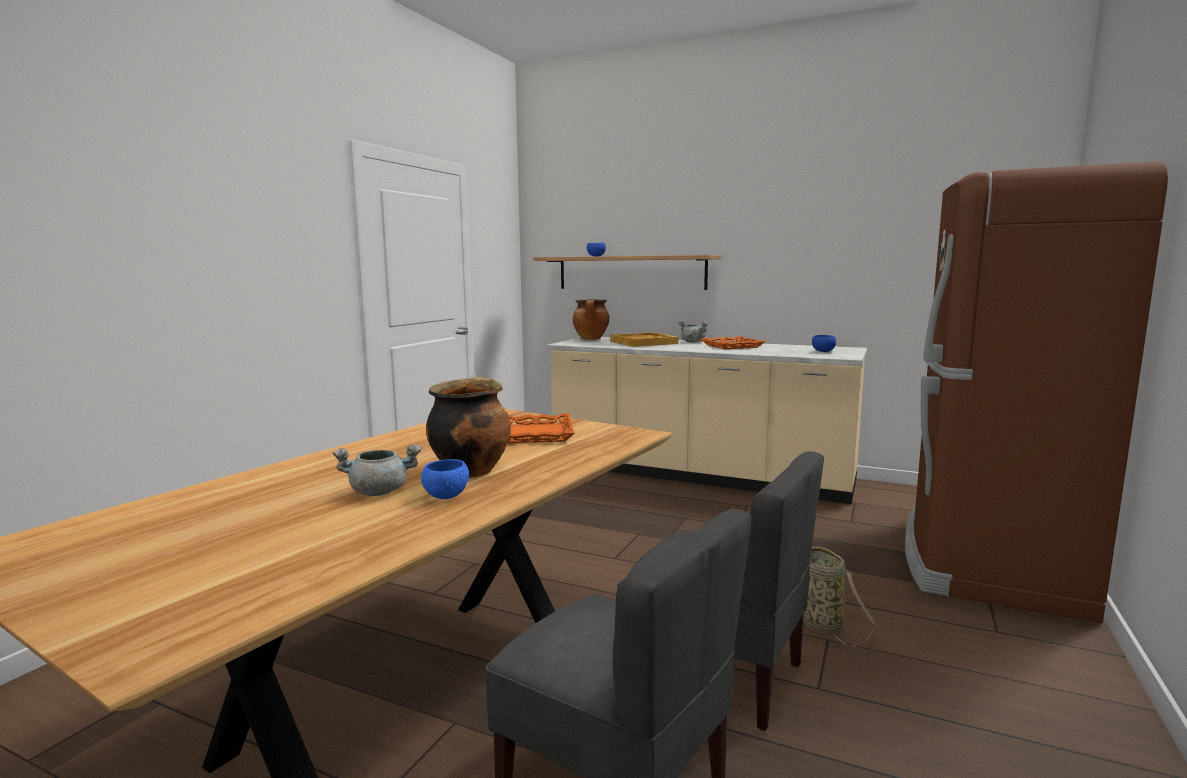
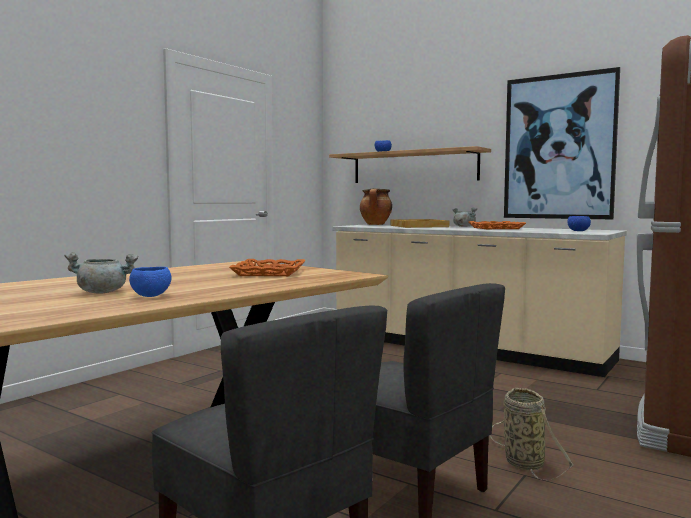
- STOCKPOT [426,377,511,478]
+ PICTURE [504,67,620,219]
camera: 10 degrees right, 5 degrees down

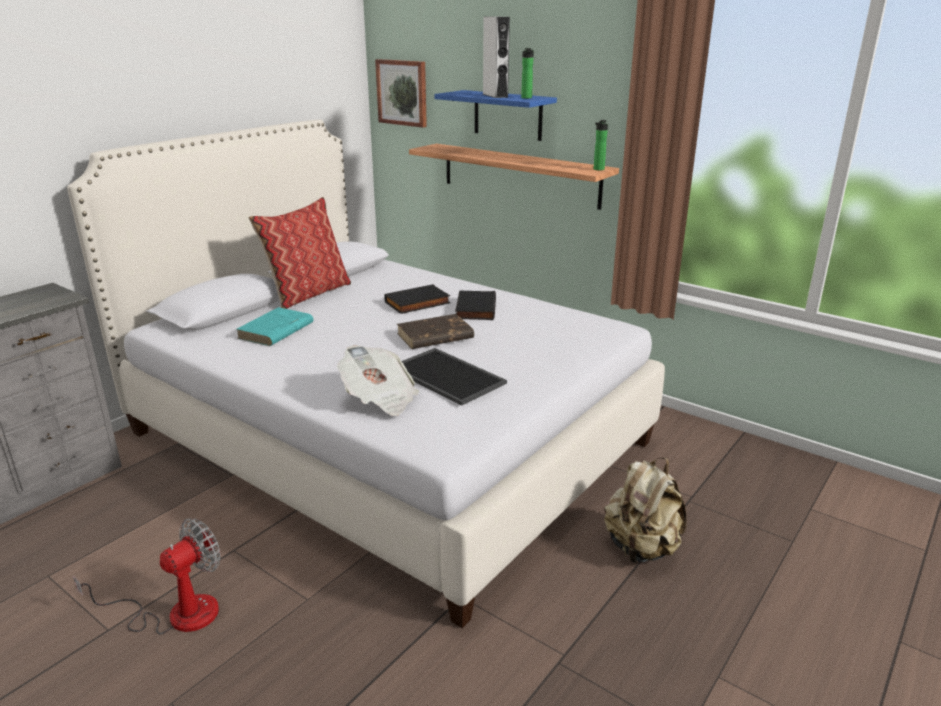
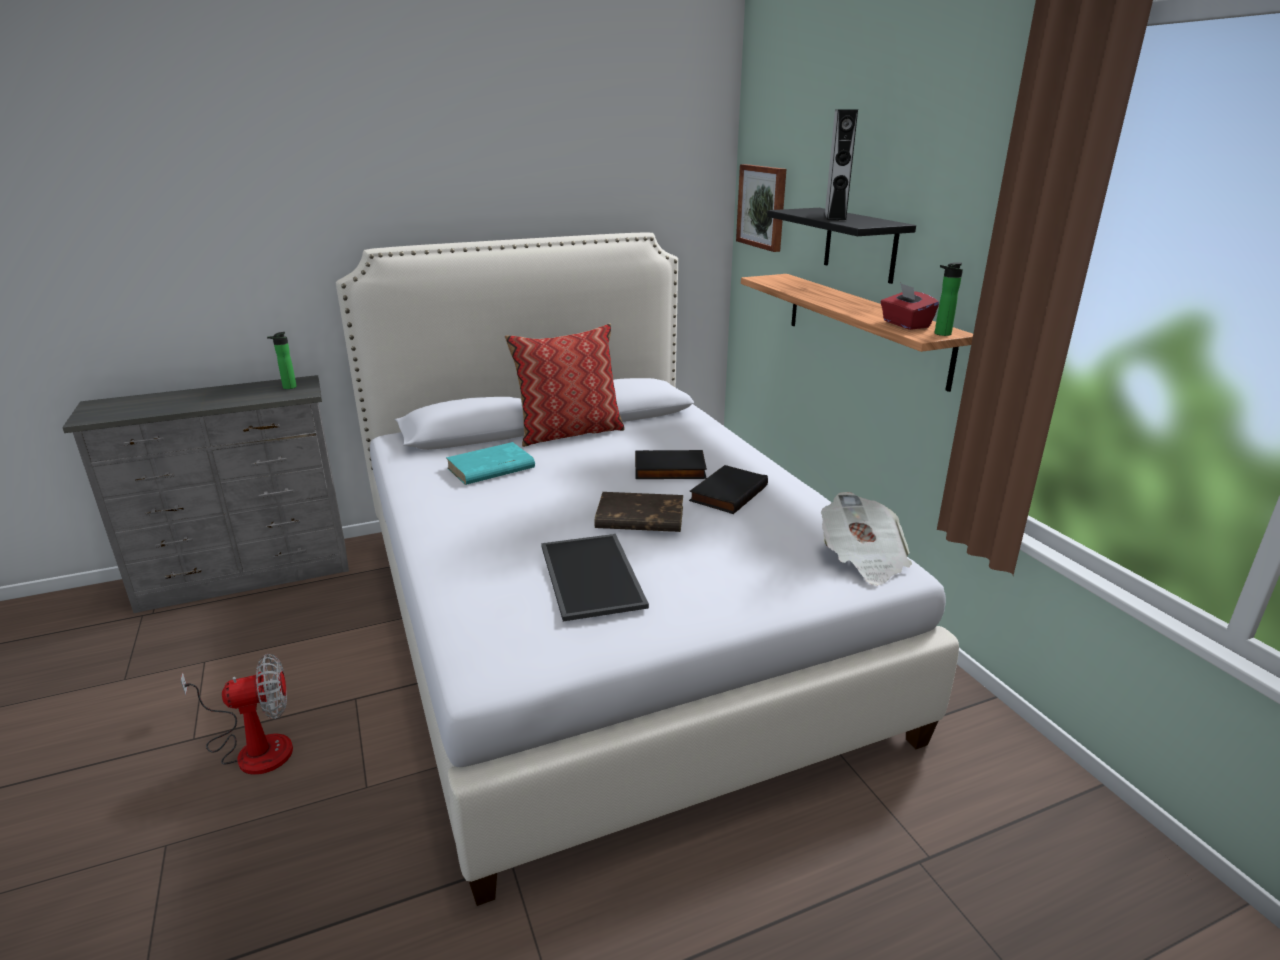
~ DAILY PAPER [337,345,419,416] to [821,492,912,586]
~ BLUE BRACKET SHELF [434,90,557,141] to BLACKISH BRACKET SHELF [767,208,916,284]
~ BOTTLE [521,48,534,99] to [267,332,297,389]
- BEIGE-COLOURED RUCKSACK [604,458,687,564]
+ RED-COLOURED TISSUE BOX [881,283,939,330]
camera: 30 degrees right, 0 degrees up

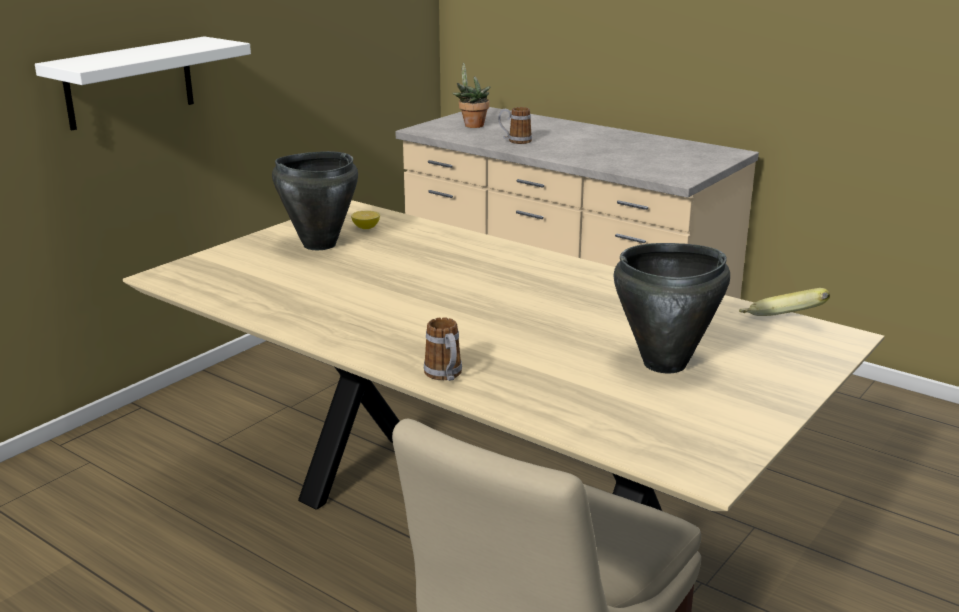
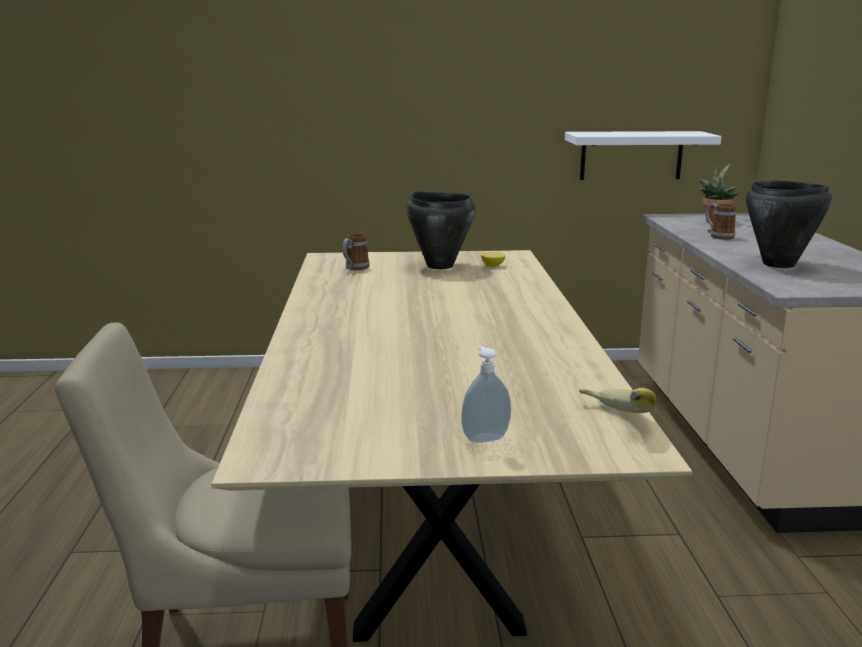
~ WHITE-COLOURED BRACKET SHELF [35,36,251,130] to [565,131,722,180]
~ TEA MUG [424,317,462,381] to [342,233,369,270]
~ BLACKISH STOCKPOT [614,243,730,373] to [746,180,832,268]
+ LIQUID SOAP BOTTLE [461,347,511,443]
camera: 50 degrees right, 5 degrees down

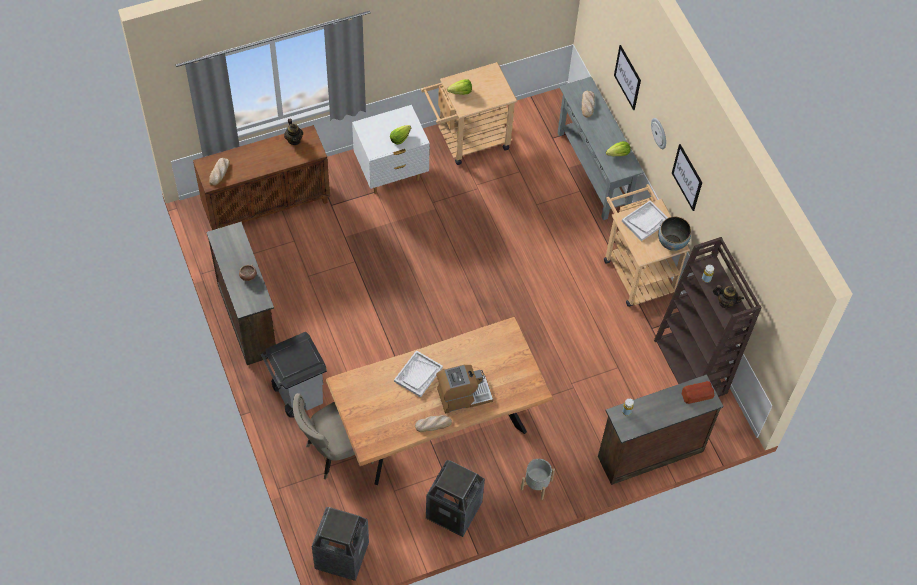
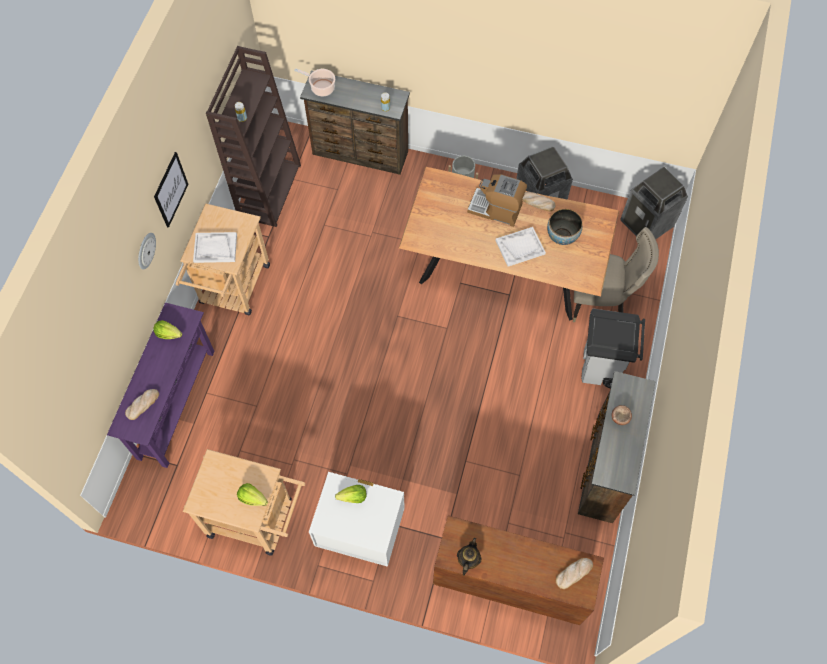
~ GREYISH HALL TABLE [558,77,644,220] to PURPLISH HALL TABLE [107,303,215,468]
- PICTURE [614,45,641,110]
~ BOWL [658,217,691,251] to [547,209,582,245]
~ BREAD [682,381,714,404] to STOCKPOT [294,68,335,96]
- TEA POT [713,285,744,308]
camera: 140 degrees left, 5 degrees up

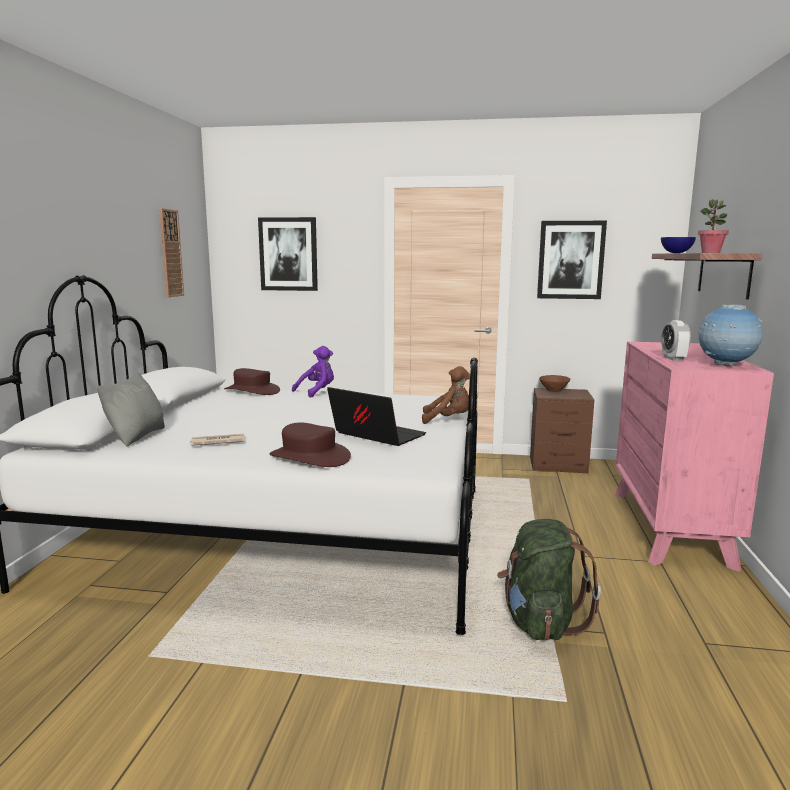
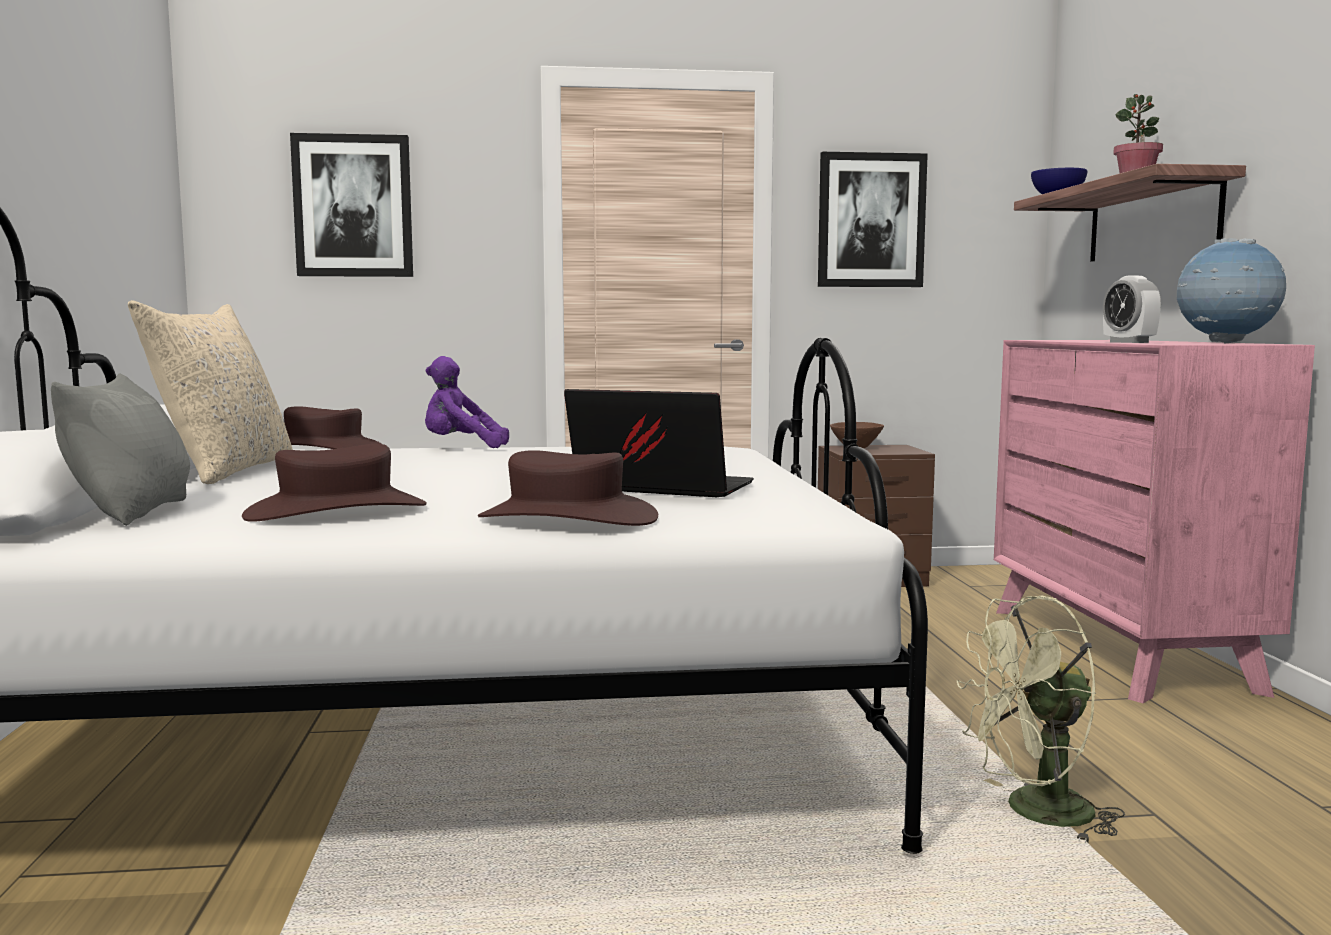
- CLOCK ON THE WALL [159,208,184,298]
~ DAILY PAPER [190,434,245,446] to BROWN CLOTHING HAT [242,444,427,522]
~ PURPLISH SOFT TOY [292,346,334,398] = [425,356,509,448] 120 degrees counterclockwise
- BROWN SOFT TOY [422,366,470,424]
~ GREEN-COLOURED RUCKSACK [497,519,601,641] to GREEN-COLOURED FAN [957,596,1125,843]
+ BEIGE-COLOURED THROW PILLOW [128,300,293,484]
camera: 15 degrees left, 5 degrees down

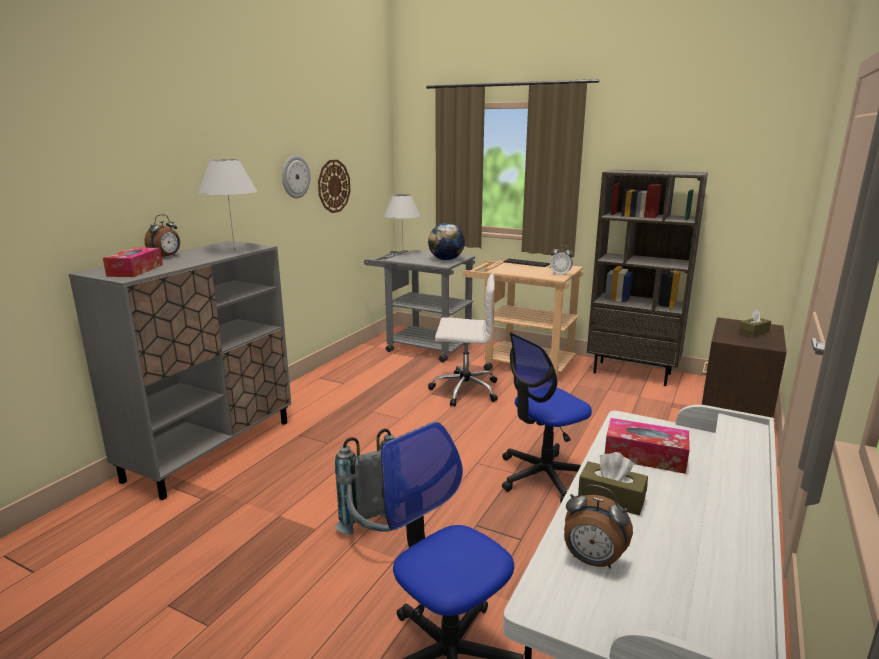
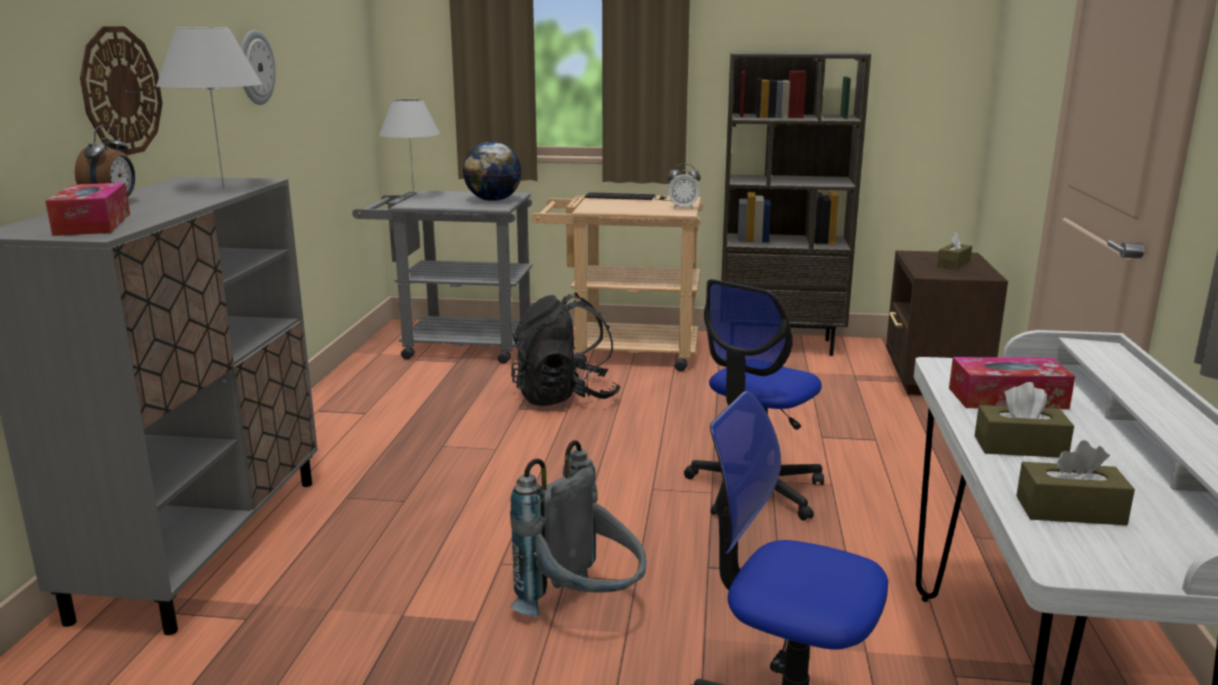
~ CLOCK ON THE WALL [318,160,350,213] to [80,26,163,155]
~ WHITE-COLOURED DESK CHAIR [428,274,498,407] to BLACKISH RUCKSACK [511,293,621,406]
~ TABLE CLOCK [564,485,633,568] to BROWN TISSUE BOX [1017,440,1135,525]
camera: 20 degrees left, 0 degrees up

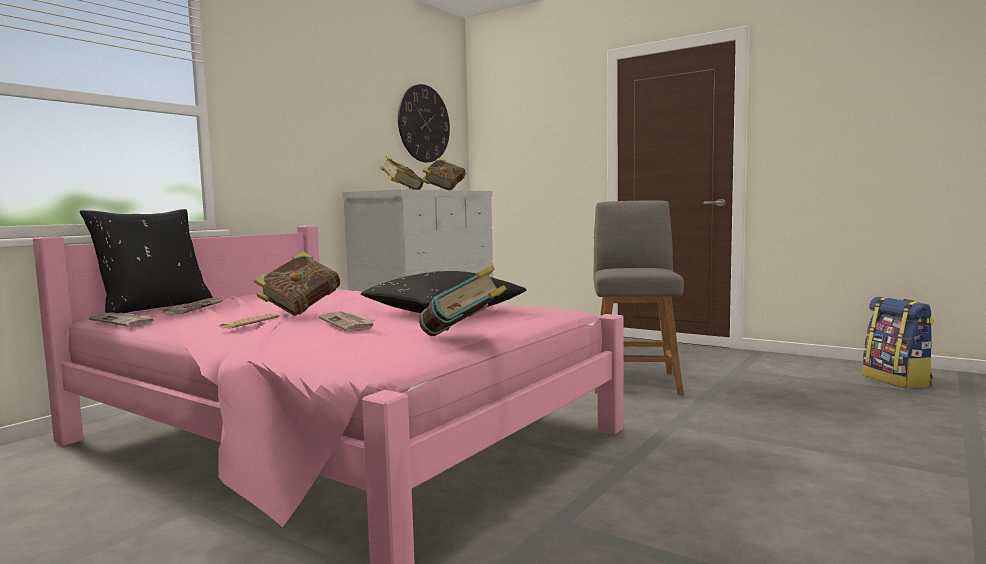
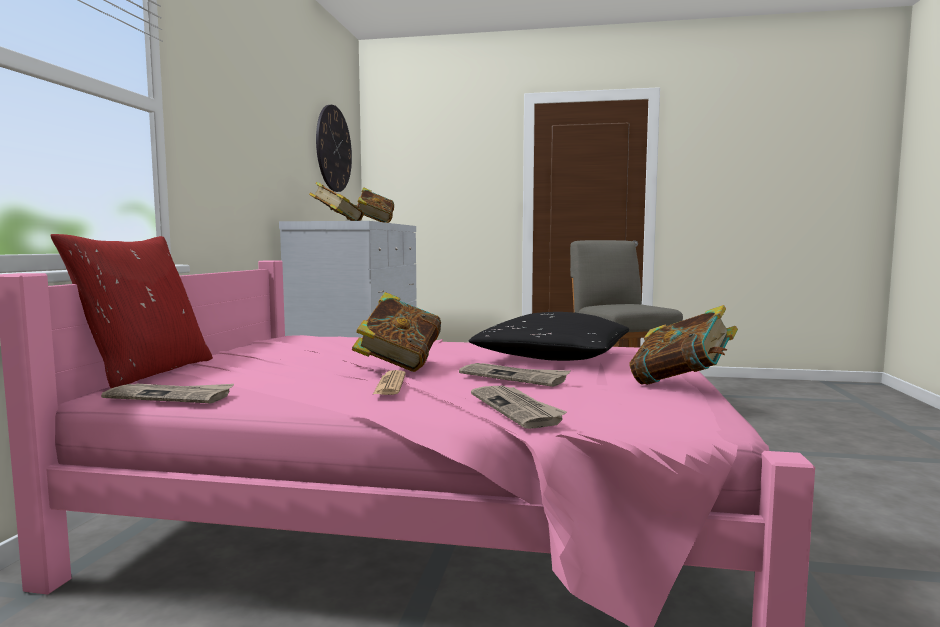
~ BLACKISH THROW PILLOW [80,209,213,313] to RED-COLOURED THROW PILLOW [51,234,213,388]
~ DAILY PAPER [162,298,223,314] to [471,386,567,429]
- RUCKSACK [862,297,934,389]
camera: 25 degrees left, 0 degrees up

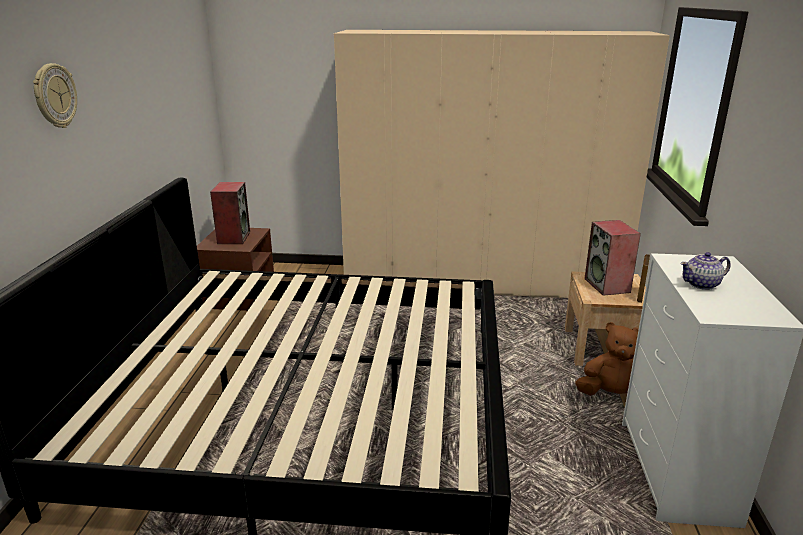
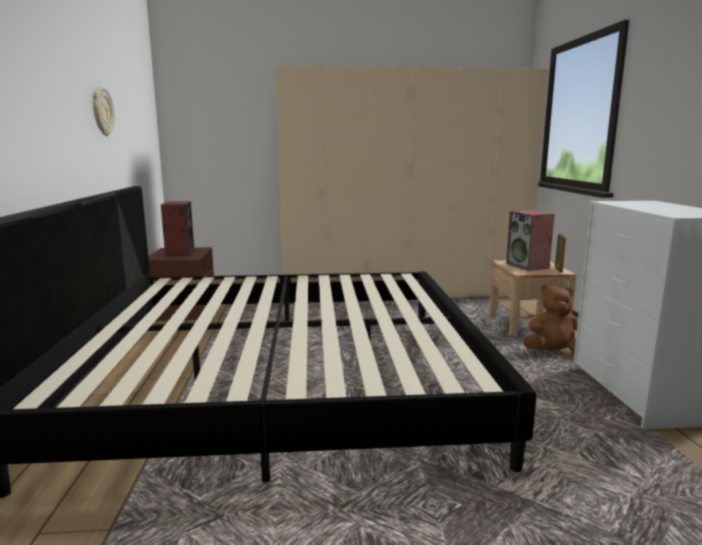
~ CLOCK ON THE WALL [33,63,77,128] to [93,87,115,136]
- TEA POT [680,252,731,290]
camera: 10 degrees left, 10 degrees down

